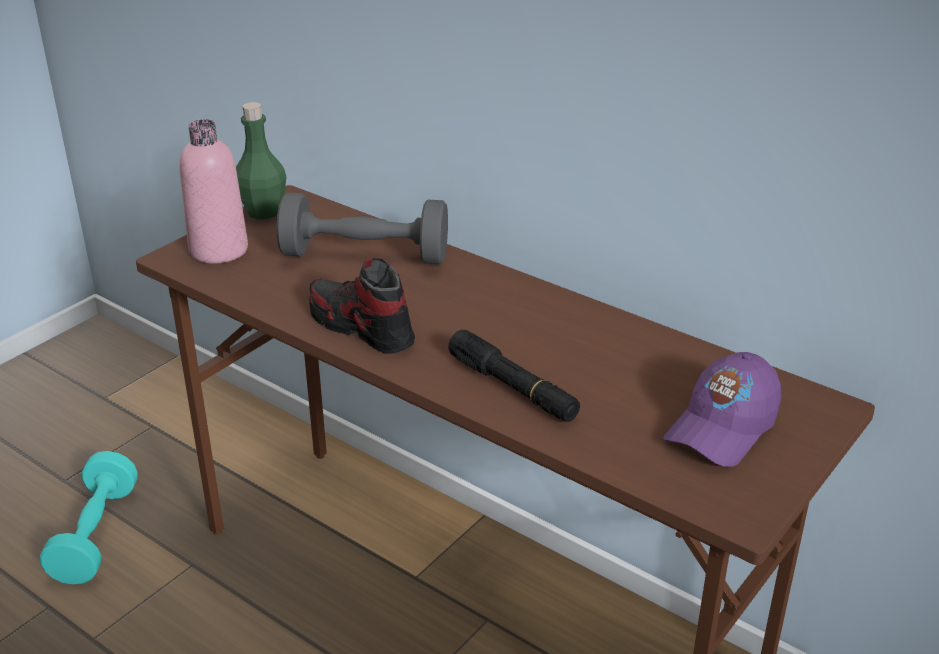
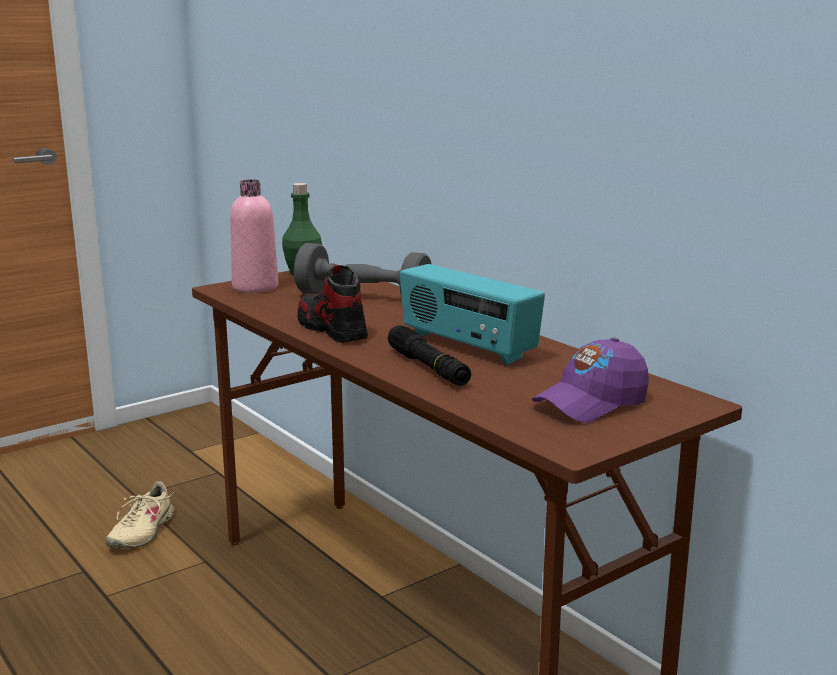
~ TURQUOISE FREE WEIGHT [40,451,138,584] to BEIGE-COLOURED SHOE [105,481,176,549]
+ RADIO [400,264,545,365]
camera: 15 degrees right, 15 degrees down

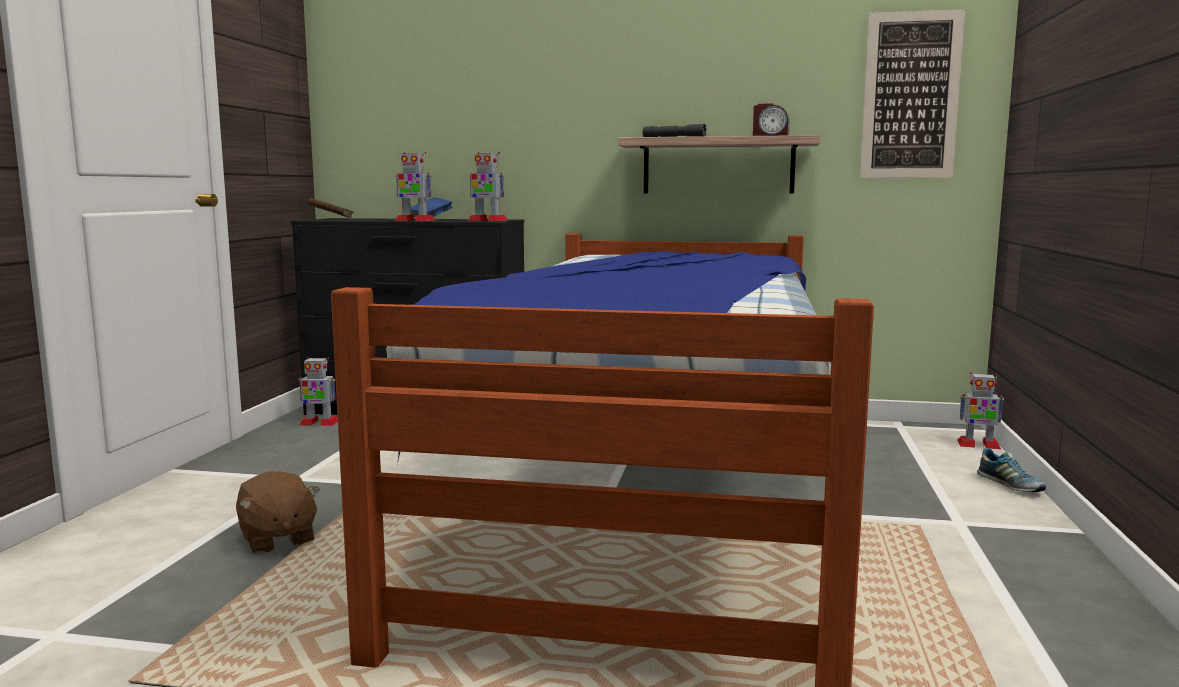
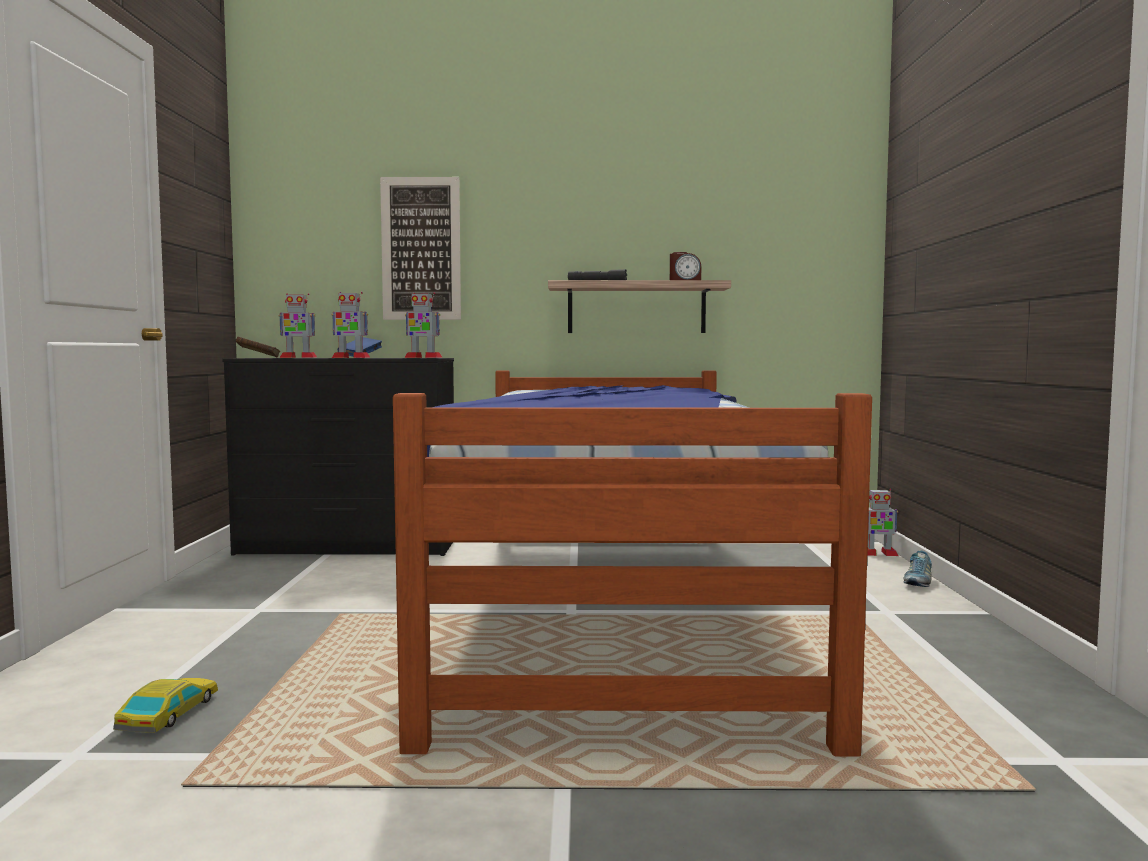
- BROWN SOFT TOY [236,471,320,554]
~ ROBOT FIGURE [299,357,338,426] to [279,293,317,358]
~ PICTURE [860,9,965,178] to [380,177,461,320]
~ SHOE [977,448,1046,492] = [904,551,932,587] 60 degrees clockwise
+ MODEL CAR [113,678,218,733]
camera: 10 degrees left, 5 degrees down

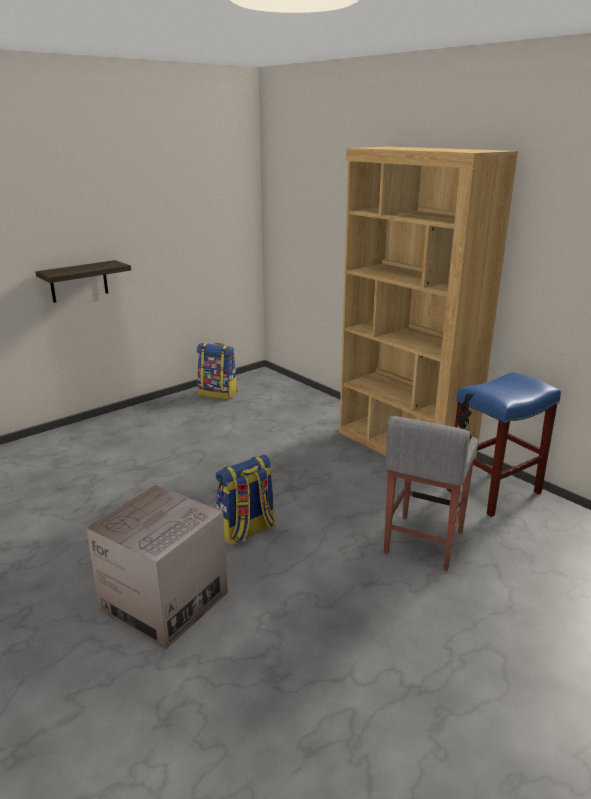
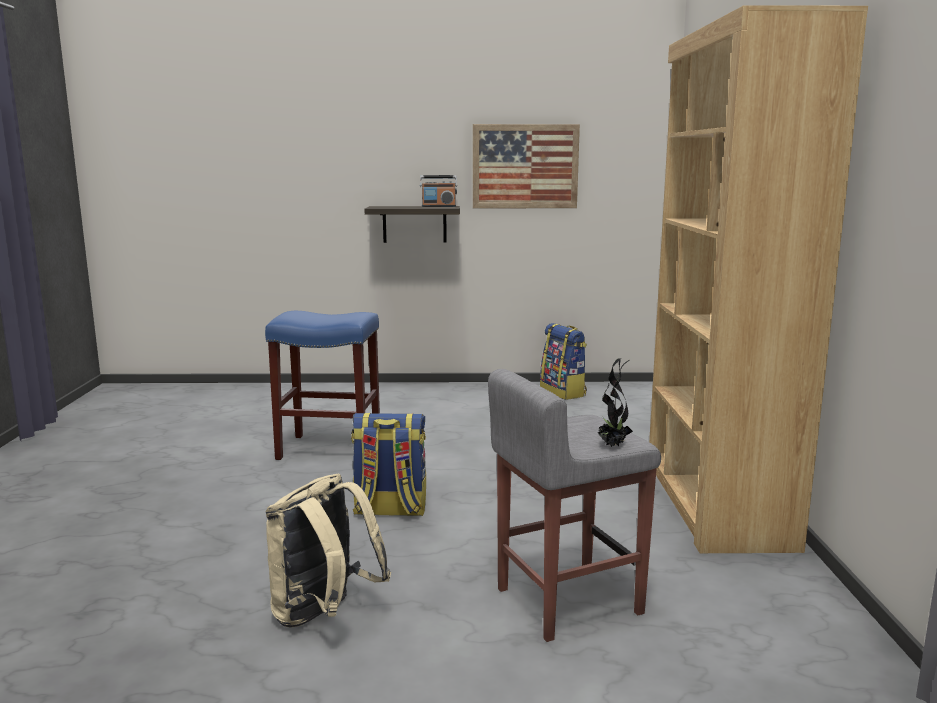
- CARTON [86,485,228,649]
~ BLUE SITTING STOOL [447,372,561,517] to [265,311,380,460]
+ BEIGE-COLOURED RUCKSACK [266,474,391,628]
+ RADIO [420,175,457,207]
+ PICTURE [473,124,580,208]
camera: 40 degrees right, 10 degrees down

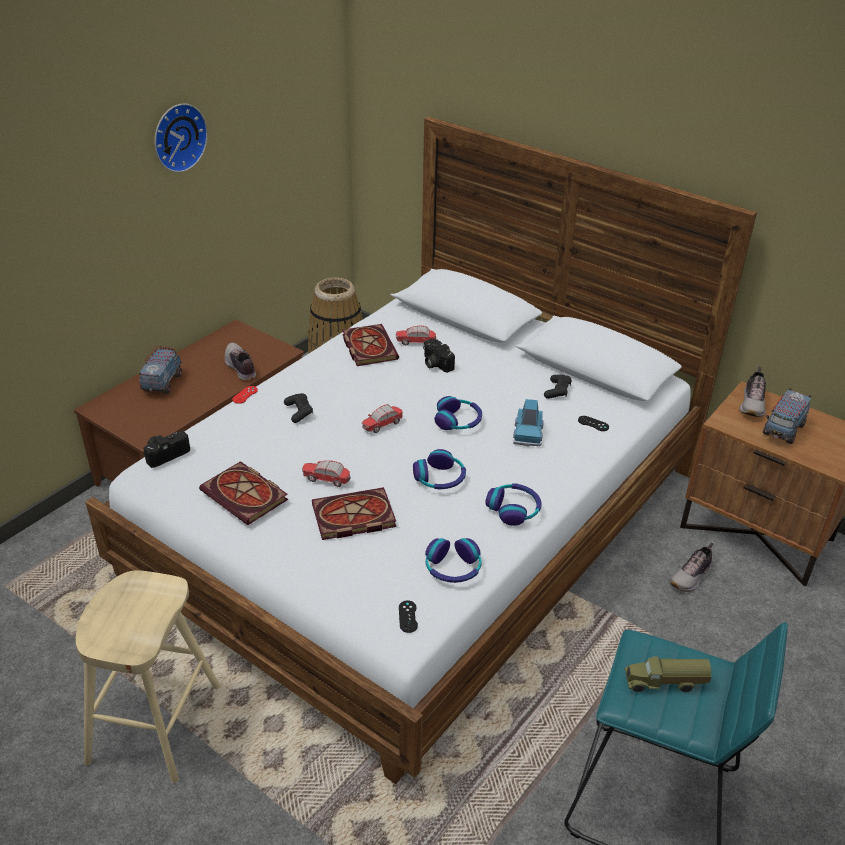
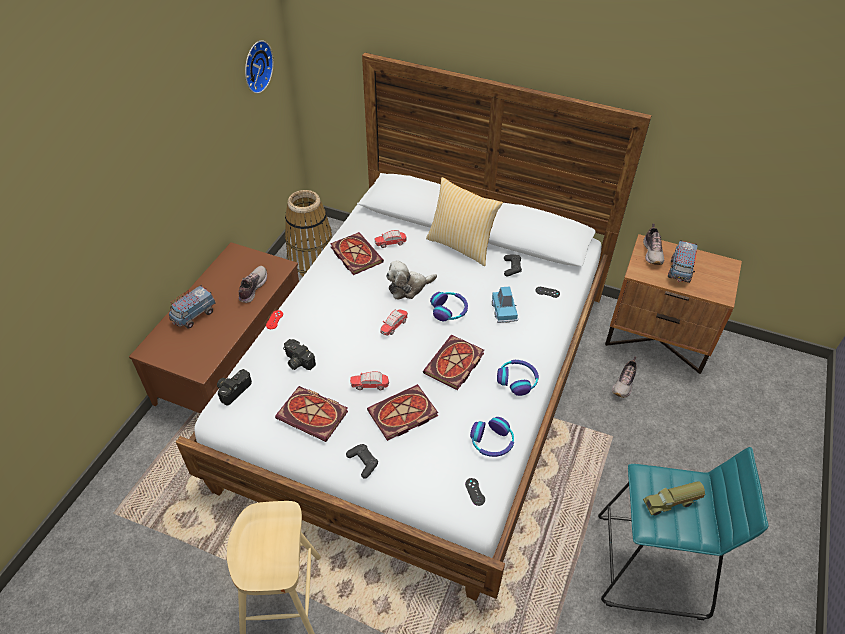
~ TOY LORRY [139,346,182,394] = [169,285,215,329] 135 degrees counterclockwise
~ CLOCK ON THE WALL [154,103,208,172] to [245,40,274,94]
~ SHOE [225,343,256,380] = [238,266,267,303] 60 degrees clockwise
~ BLACKISH GAMEPAD [284,393,313,423] to [346,444,378,479]
~ PAIR OF HEADPHONES [413,449,466,490] to VOLUME [423,335,484,390]
~ STILL CAMERA [423,339,455,373] to [283,339,316,370]
+ SOFT TOY [386,260,437,299]
+ THROW PILLOW [426,177,503,266]
camera: 15 degrees left, 10 degrees up

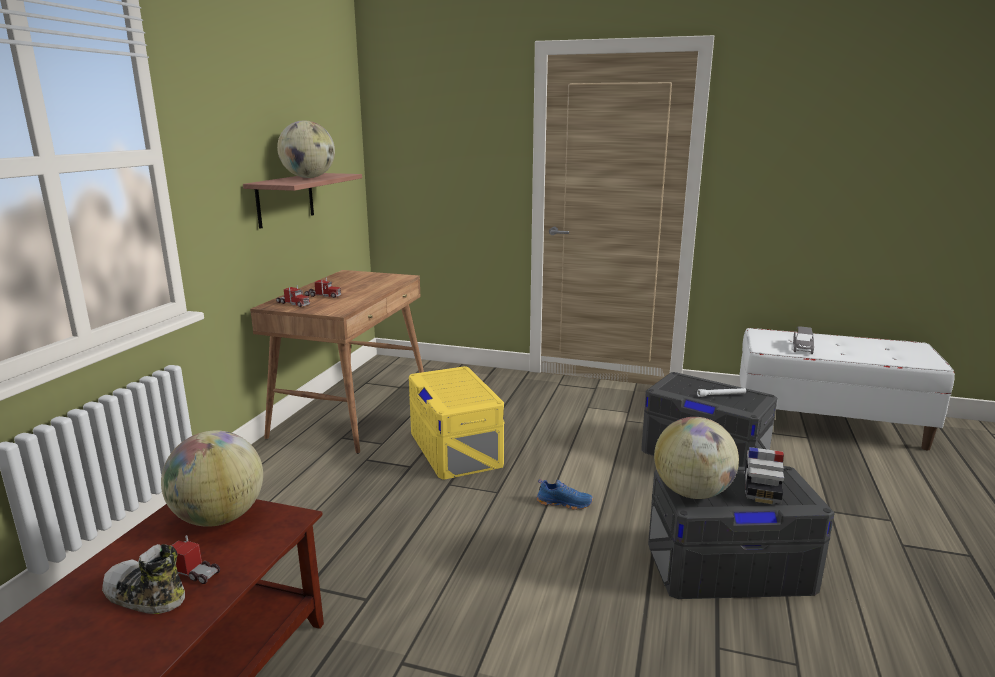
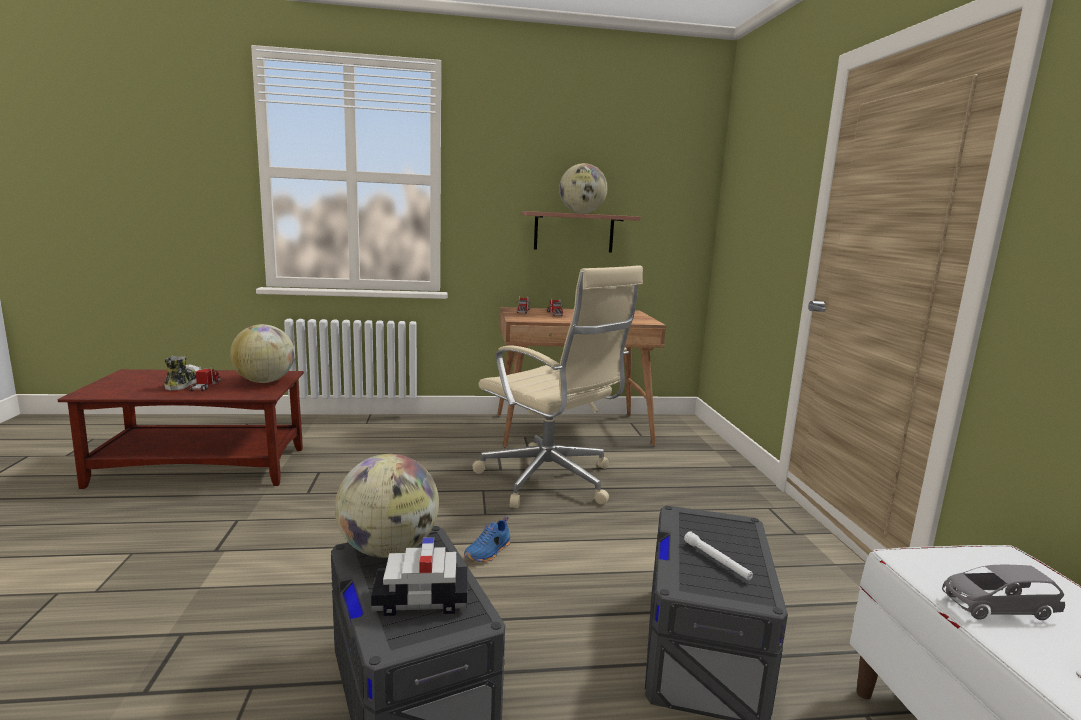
~ YELLOWISH STORAGE BOX [409,366,504,480] to BEIGE-COLOURED DESK CHAIR [473,265,643,508]
~ BLUE SHOE [536,479,593,510] = [464,516,511,562] 45 degrees clockwise
camera: 65 degrees right, 5 degrees down

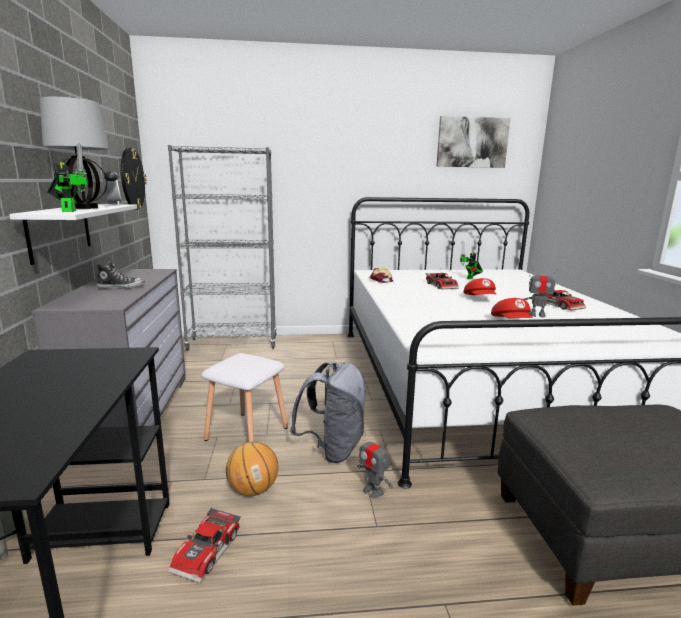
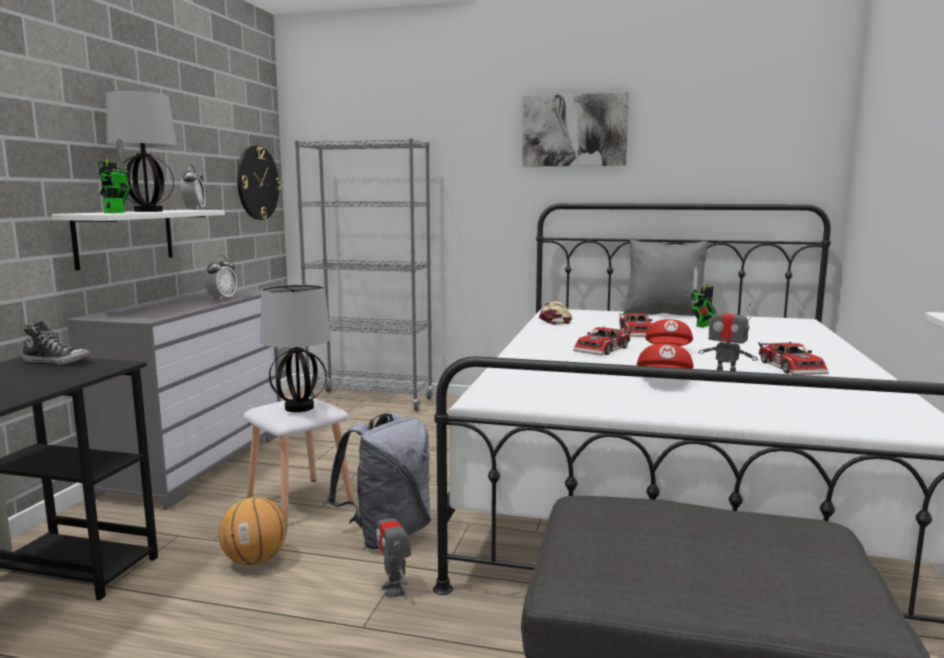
~ SHOE [97,262,145,289] to [23,320,91,365]
~ MODEL CAR [168,508,241,583] to [573,326,632,355]
~ PICTURE [437,116,510,168] to [522,92,629,167]
+ TABLE CLOCK [205,255,237,301]
+ TABLE LAMP [260,285,331,412]
+ GREYISH THROW PILLOW [623,240,708,316]
camera: 20 degrees right, 5 degrees down

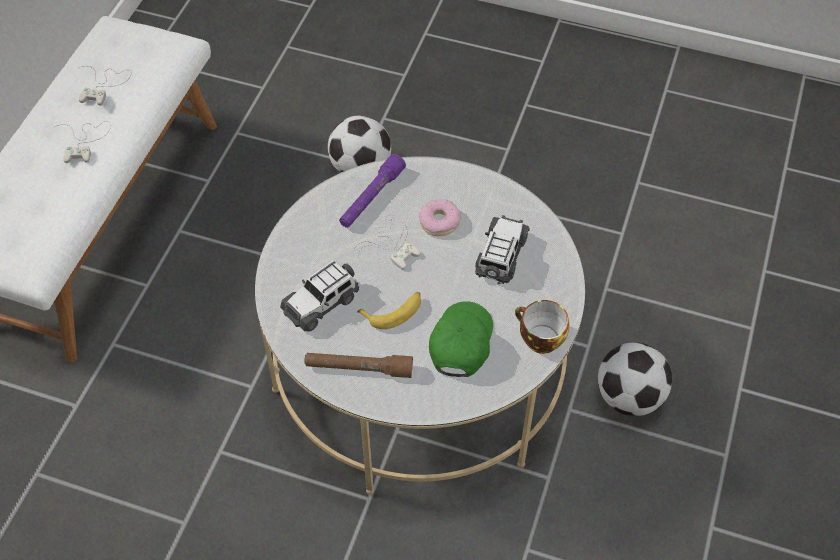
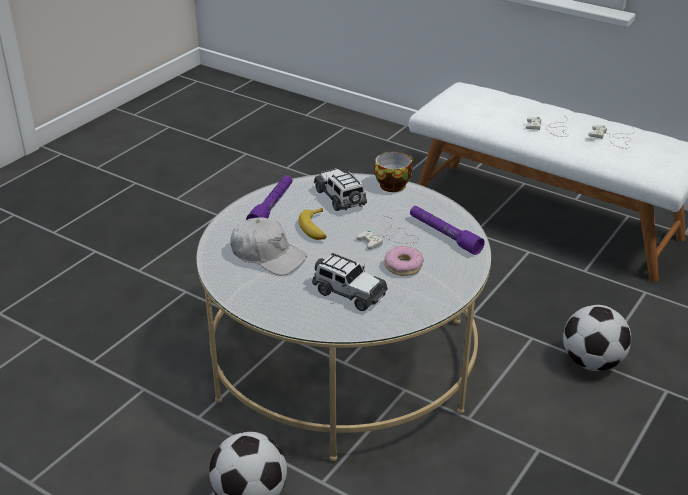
~ BROWN HAND TORCH [304,353,413,378] to PURPLISH HAND TORCH [246,175,293,220]
~ GREEN-COLOURED PEAKED CAP [429,301,493,377] to WHITE-COLOURED PEAKED CAP [230,217,308,275]
~ DRINKING CUP [515,300,569,354] to [374,152,414,192]
camera: 105 degrees right, 20 degrees down

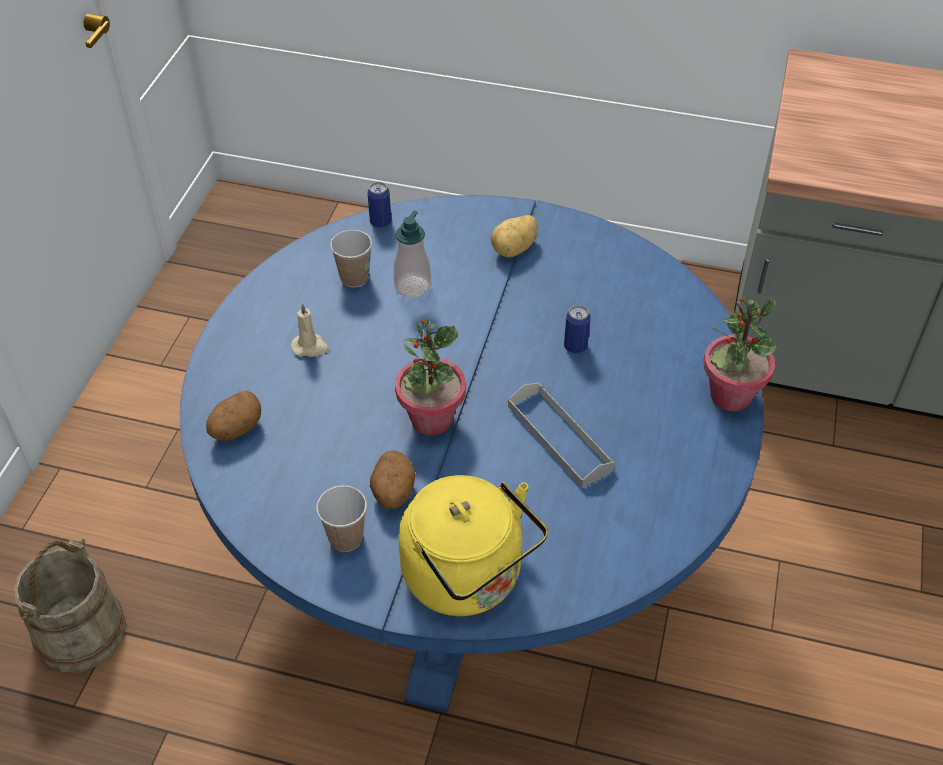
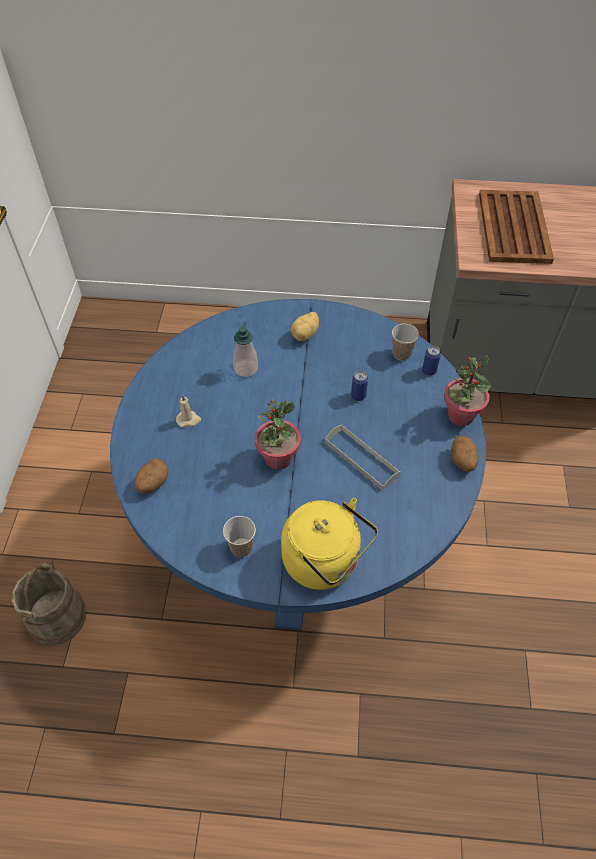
~ DRINKING CUP [330,230,372,287] to [392,324,419,361]
~ SEALED CAN [367,182,391,228] to [422,346,441,376]
~ POTATO [370,451,416,509] to [451,436,478,472]
+ BROWN TRAY [479,190,554,264]
camera: 10 degrees left, 5 degrees up

